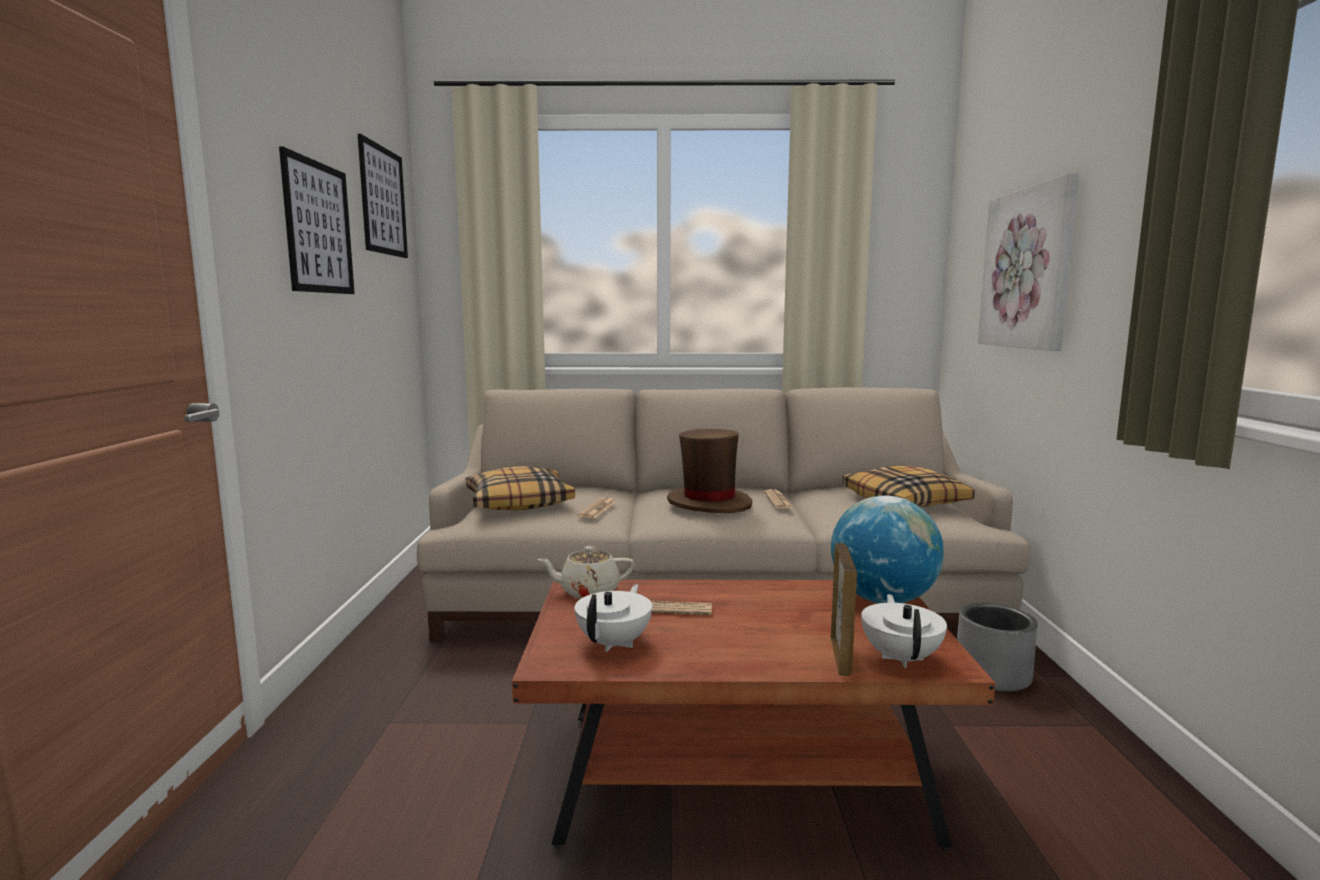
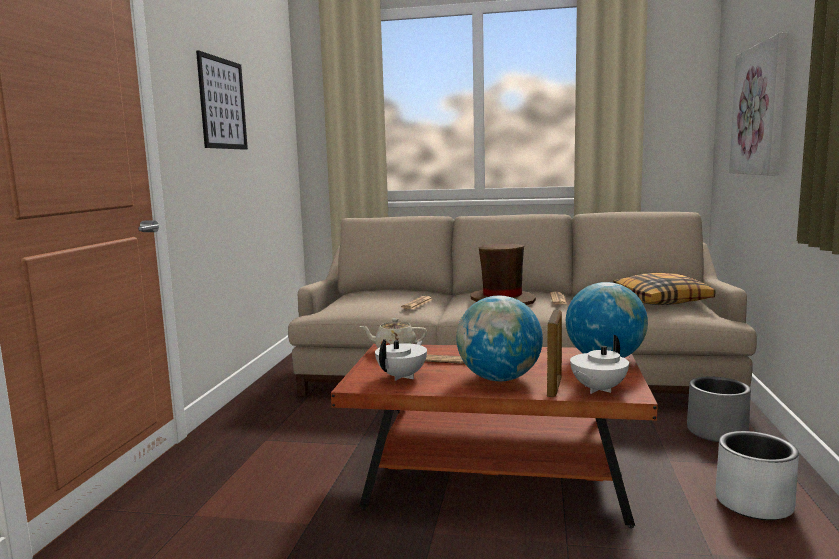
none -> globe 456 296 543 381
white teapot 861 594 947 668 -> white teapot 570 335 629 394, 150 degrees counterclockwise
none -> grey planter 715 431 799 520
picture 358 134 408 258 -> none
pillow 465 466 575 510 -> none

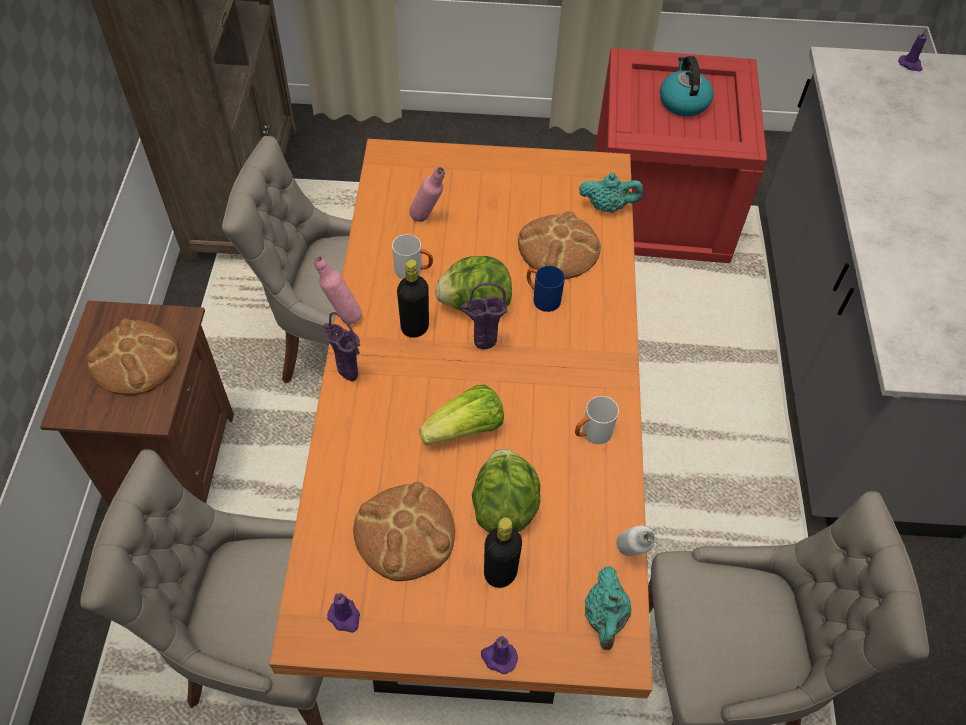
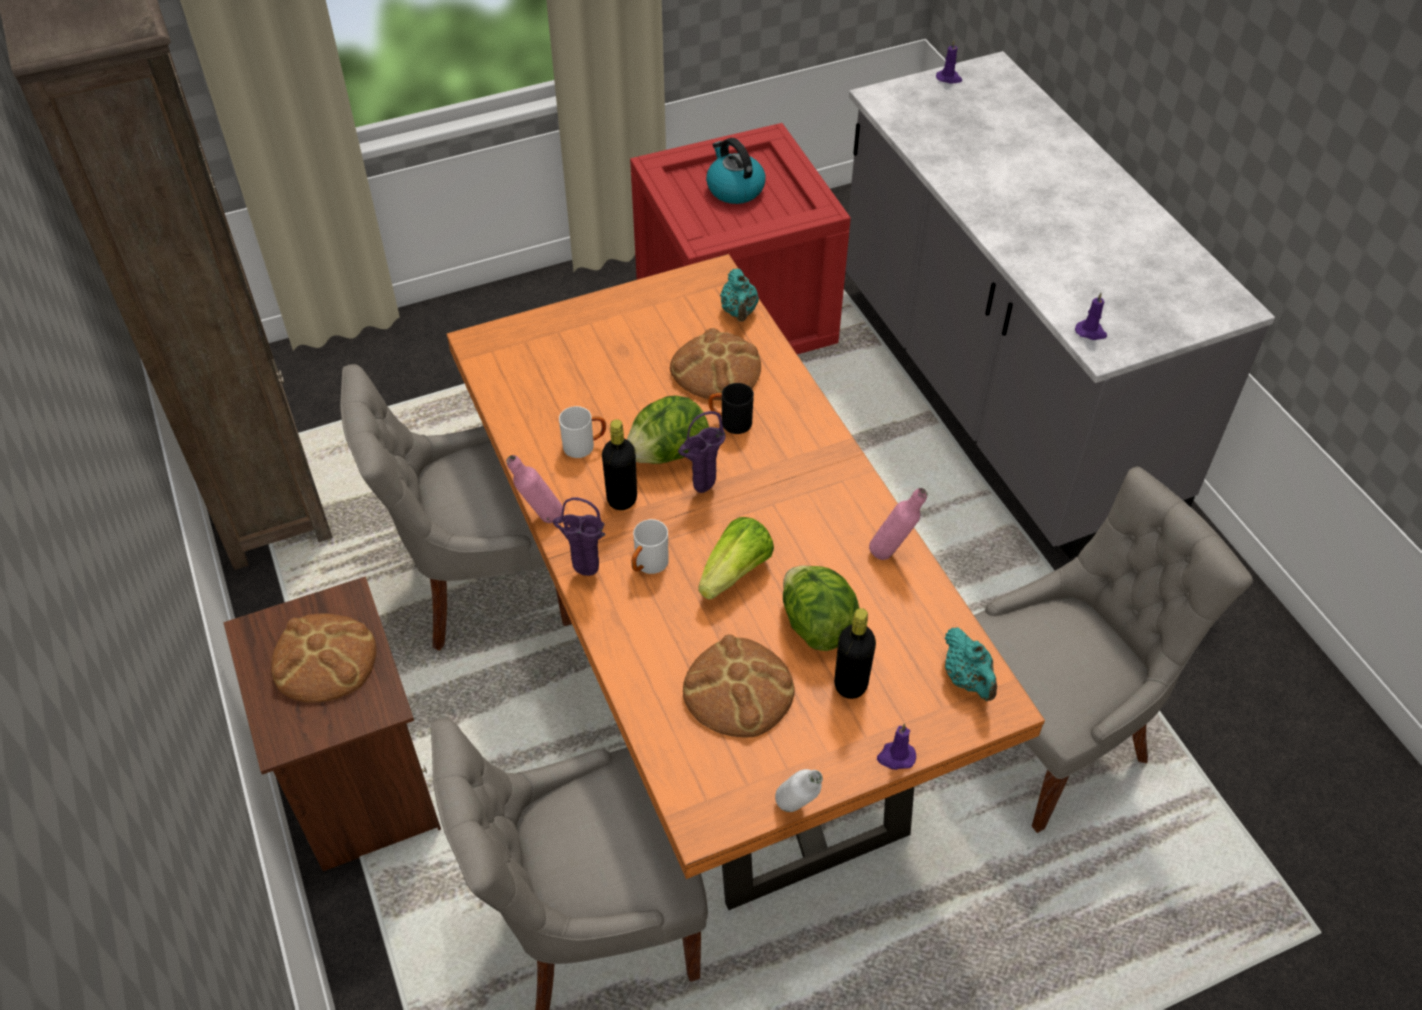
white mug 575 396 619 444 -> white mug 632 519 669 574, shifted
blue mug 527 266 565 312 -> black mug 708 383 754 434
turquoise teapot 579 173 644 213 -> turquoise teapot 720 268 759 322, 105 degrees clockwise
white bottle 616 525 655 556 -> white bottle 775 769 823 812, shifted
pink bottle 409 167 445 222 -> pink bottle 869 488 928 560, shifted
purple candle 327 593 360 633 -> purple candle 1075 292 1107 340, shifted

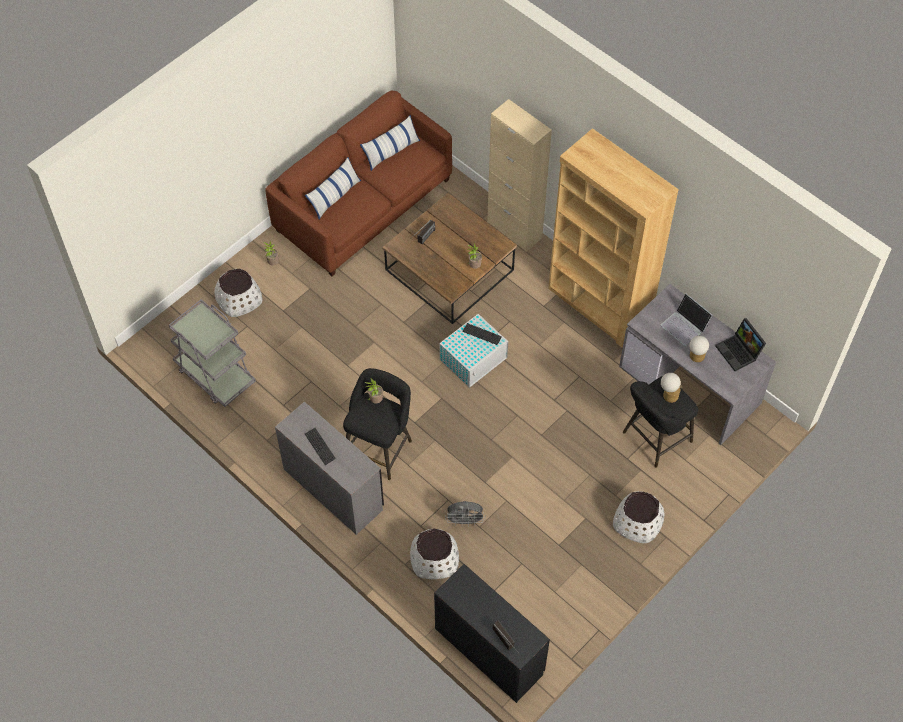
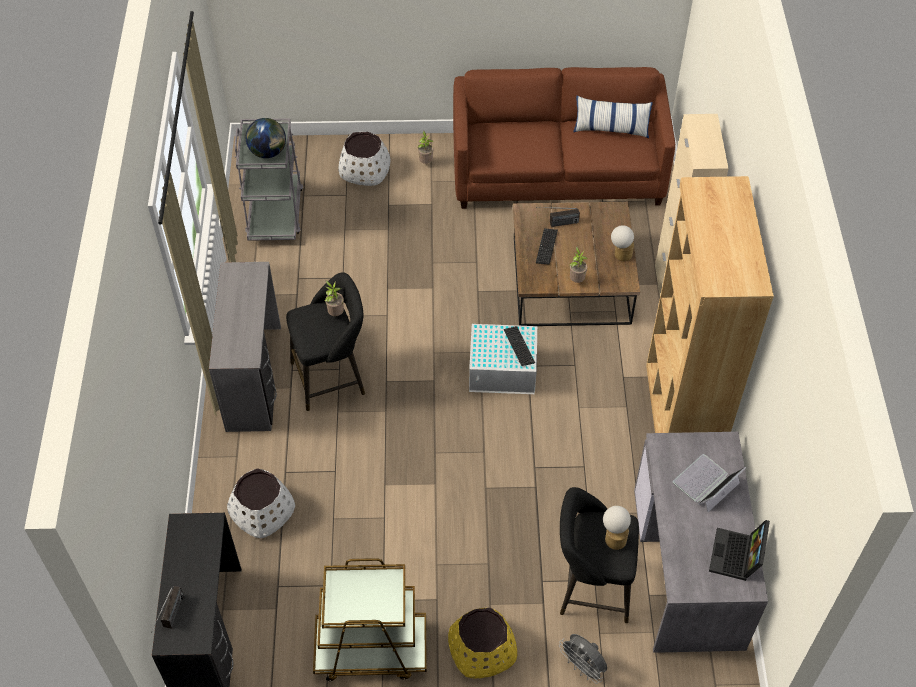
none -> globe 245 118 286 158
none -> brown cart 313 558 427 681
white planter 613 491 665 543 -> yellow planter 448 608 517 679
keyboard 305 428 336 465 -> keyboard 536 228 558 265, shifted
grey fan 445 501 486 526 -> grey fan 559 634 607 684, shifted
table lamp 689 336 709 362 -> table lamp 611 225 634 262, shifted
laptop 661 294 712 346 -> laptop 673 454 746 512, 45 degrees clockwise
pillow 305 157 361 219 -> none

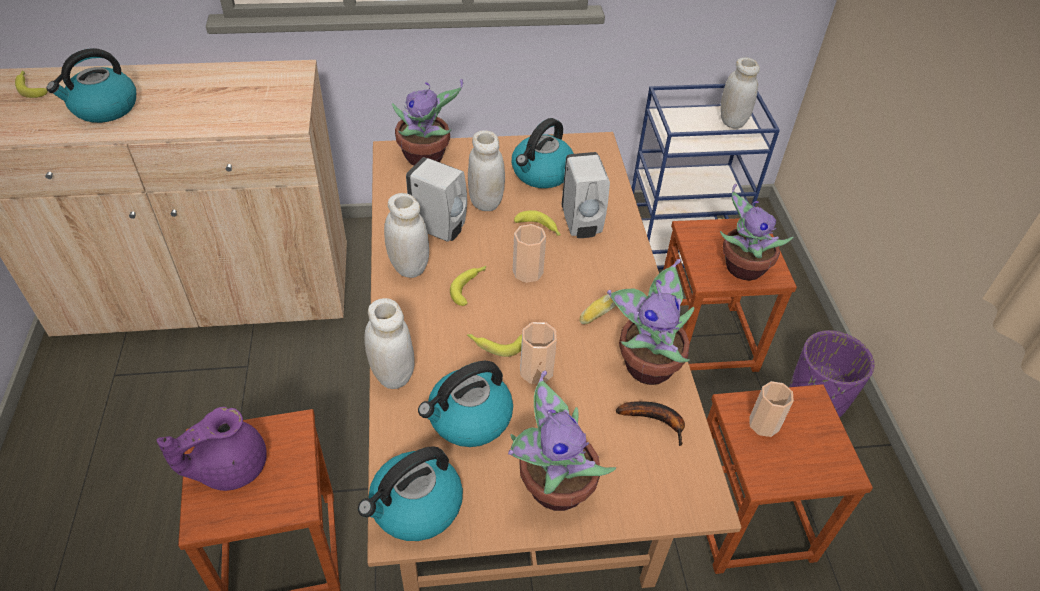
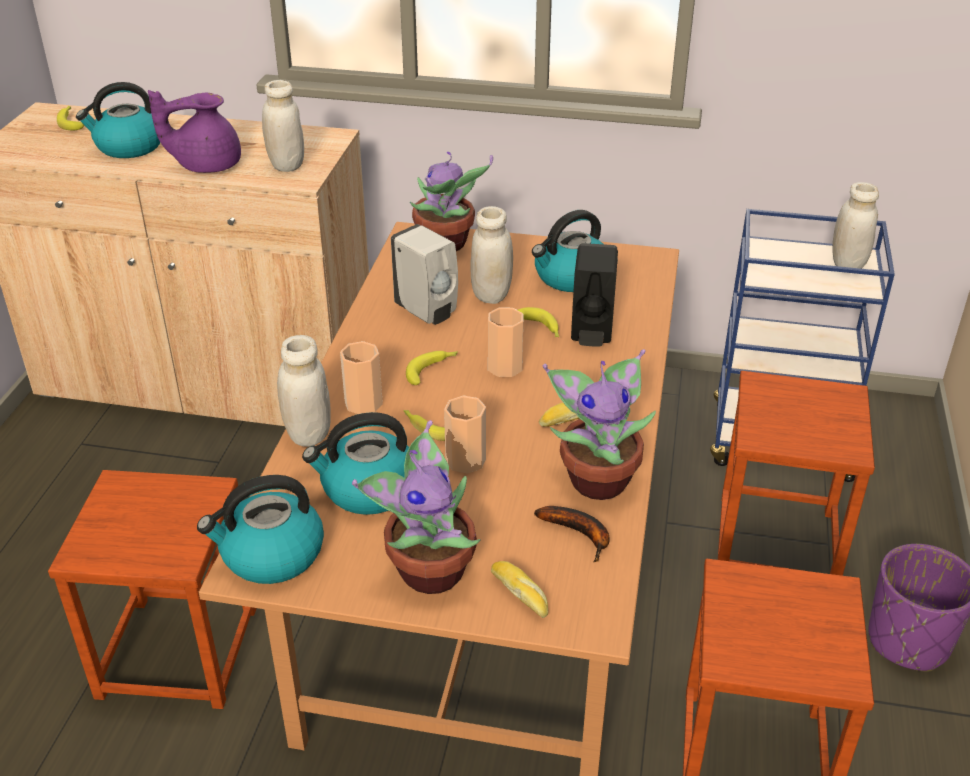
purple teapot 157 407 267 491 -> purple teapot 148 90 241 173, shifted
white jar 384 193 429 278 -> white jar 262 80 304 172, shifted
cup 749 381 794 437 -> cup 340 341 383 414, shifted
none -> bread 491 561 548 618
white soap dispenser 562 152 610 238 -> black soap dispenser 571 243 618 347
potted plant 720 184 793 281 -> none

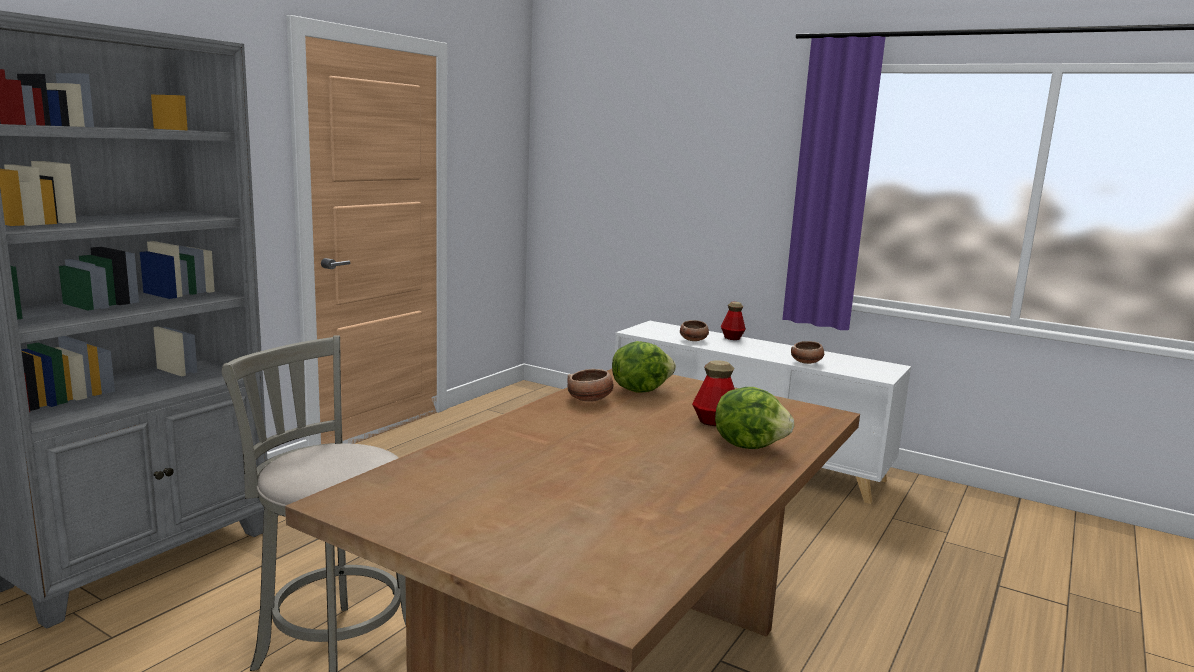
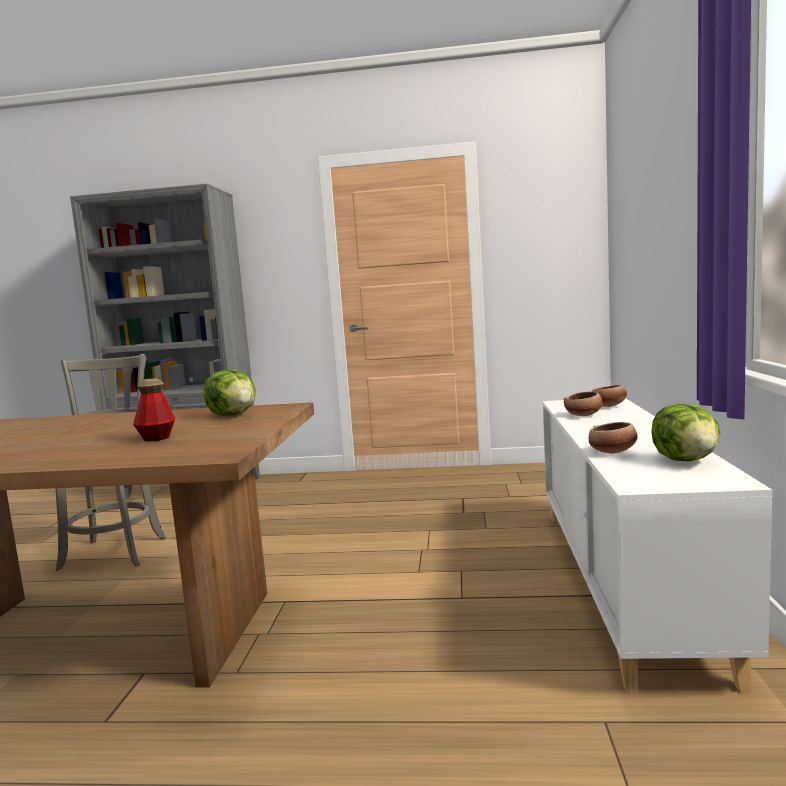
bowl 568 369 614 402 -> bowl 592 385 627 407, shifted
lettuce 715 387 794 449 -> lettuce 651 404 720 461, shifted
bottle 721 302 746 340 -> none

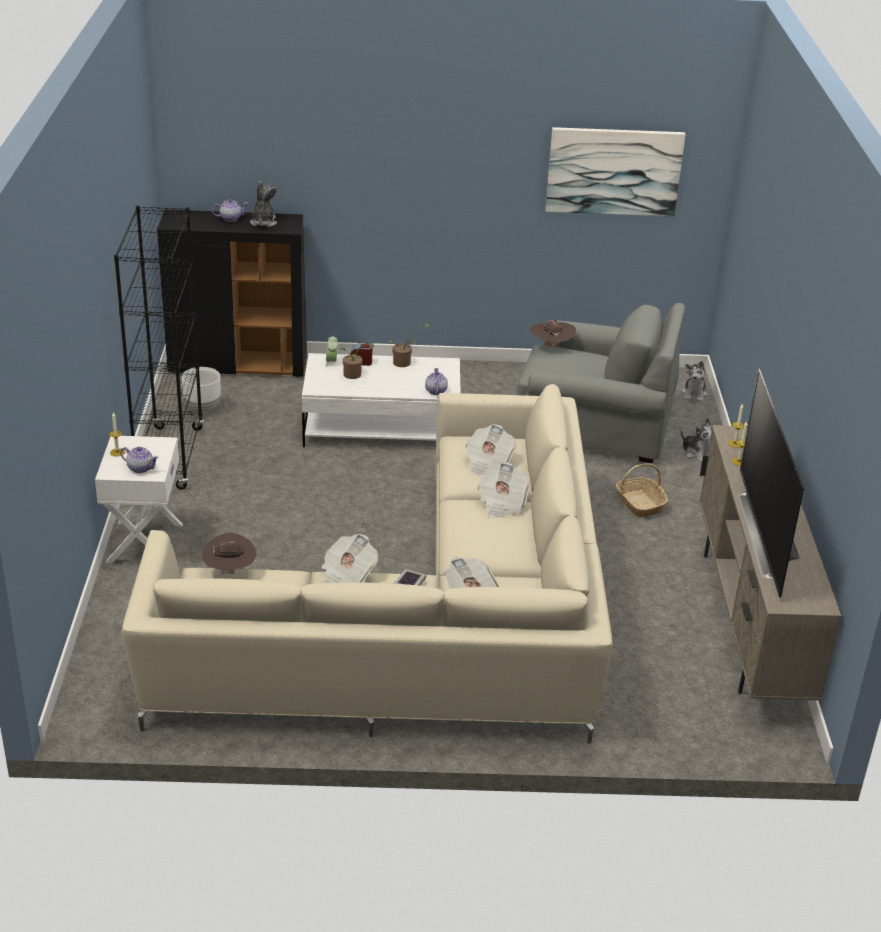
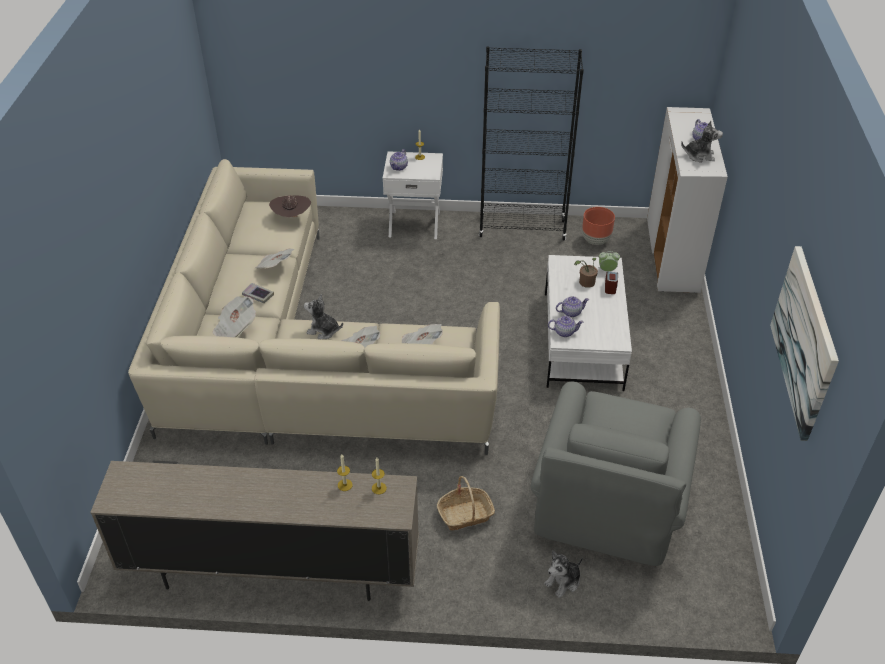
plush toy 682 361 707 402 -> plush toy 304 294 343 339, shifted
none -> teapot 556 296 589 317
white planter 182 367 221 413 -> brown planter 582 207 615 245
black cabinet 157 210 307 377 -> white cabinet 647 107 728 293
potted plant 388 324 430 367 -> none
brown hat 529 320 576 349 -> none
television 737 369 804 598 -> none

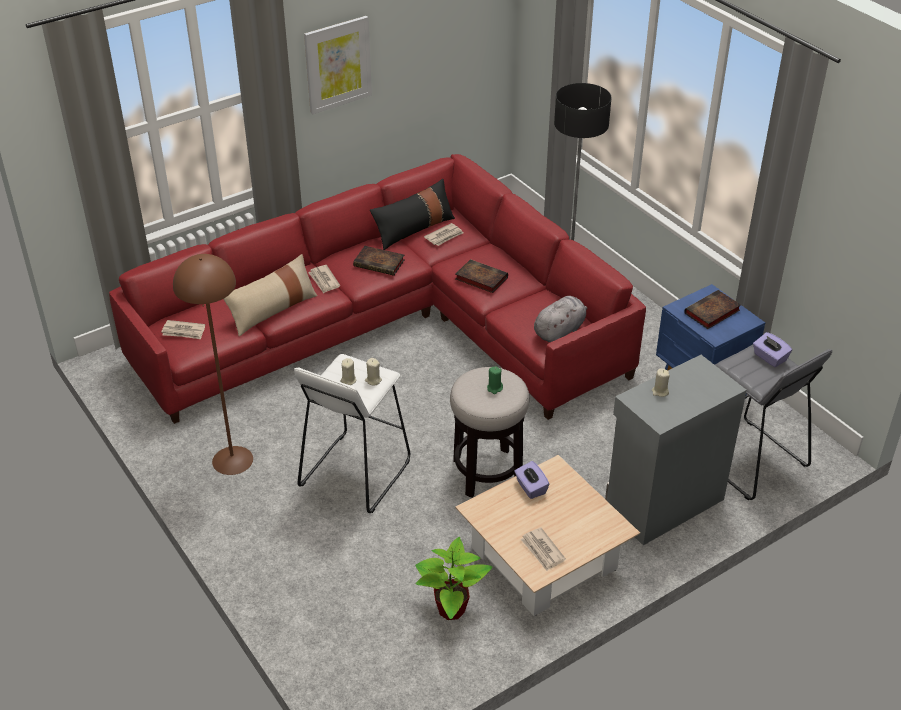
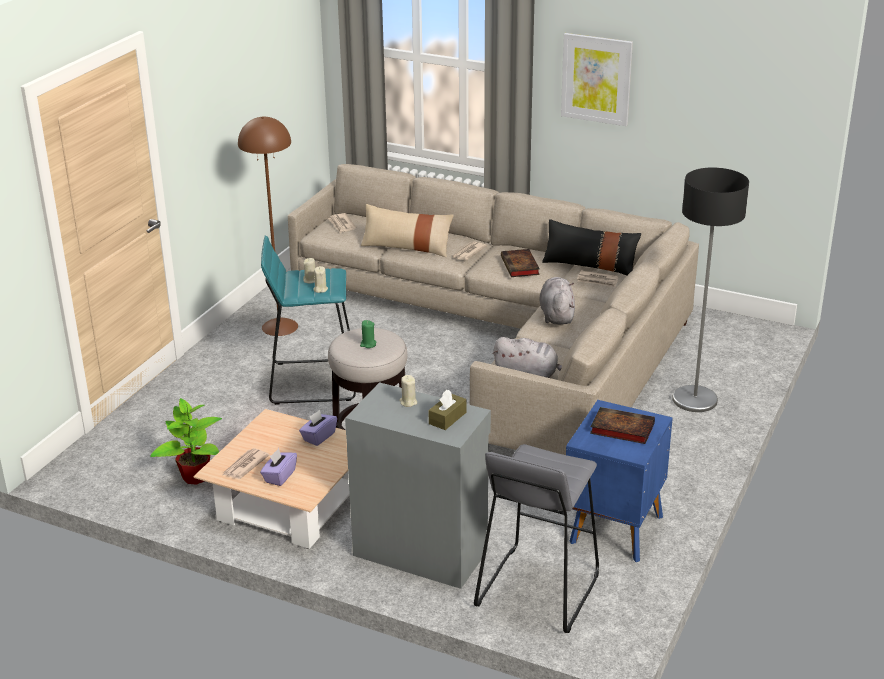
purple tissue box 753 332 792 367 -> purple tissue box 260 448 297 486, shifted
white stool 294 354 410 513 -> turquoise stool 261 236 356 405
red sofa 109 154 646 424 -> beige sofa 288 164 699 455
none -> brown tissue box 428 390 466 430
book 455 259 508 293 -> grey plush toy 539 277 575 324

